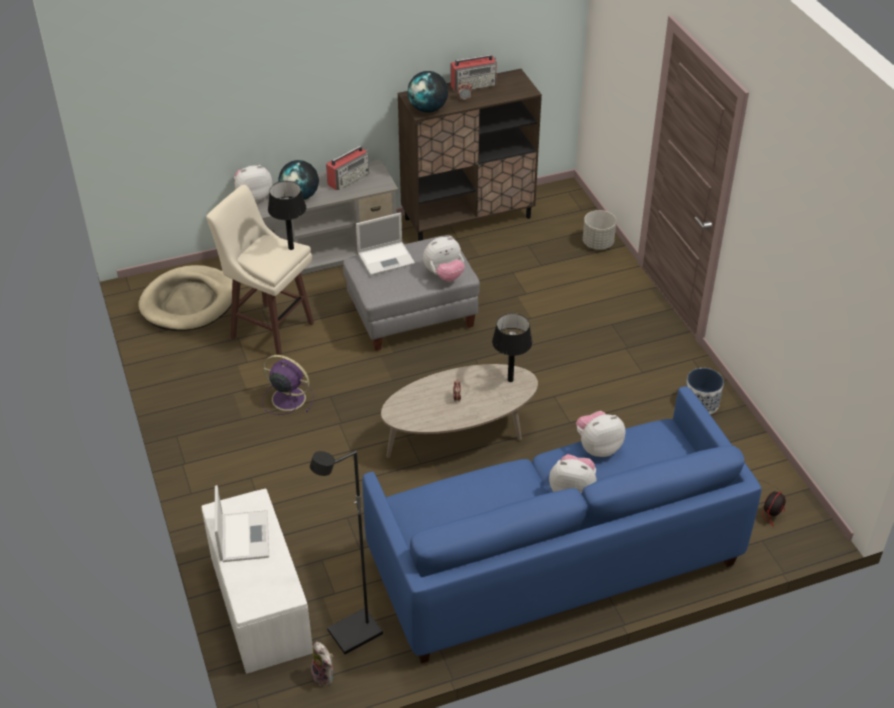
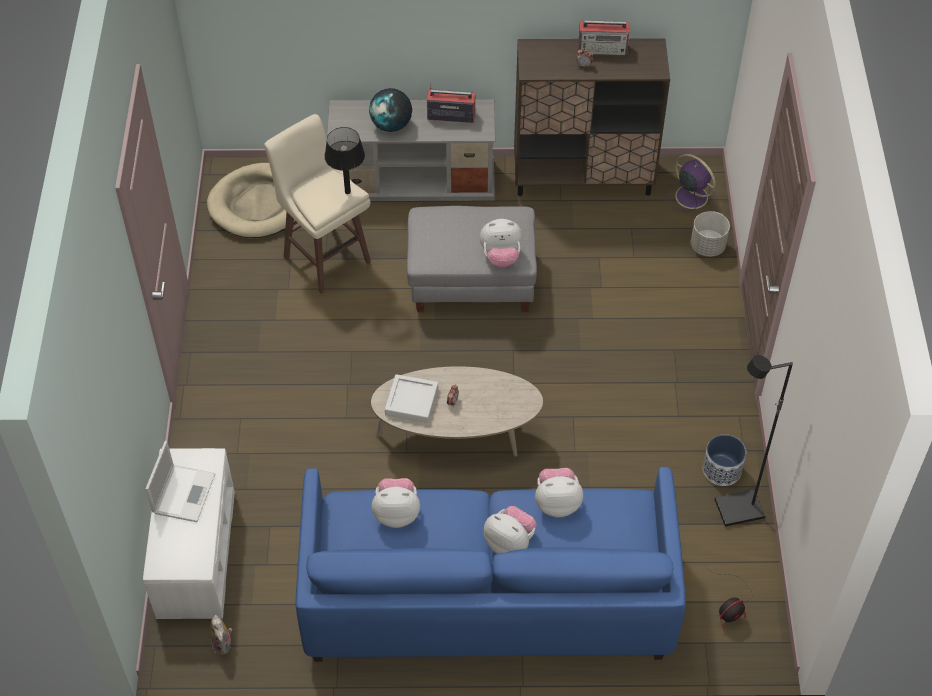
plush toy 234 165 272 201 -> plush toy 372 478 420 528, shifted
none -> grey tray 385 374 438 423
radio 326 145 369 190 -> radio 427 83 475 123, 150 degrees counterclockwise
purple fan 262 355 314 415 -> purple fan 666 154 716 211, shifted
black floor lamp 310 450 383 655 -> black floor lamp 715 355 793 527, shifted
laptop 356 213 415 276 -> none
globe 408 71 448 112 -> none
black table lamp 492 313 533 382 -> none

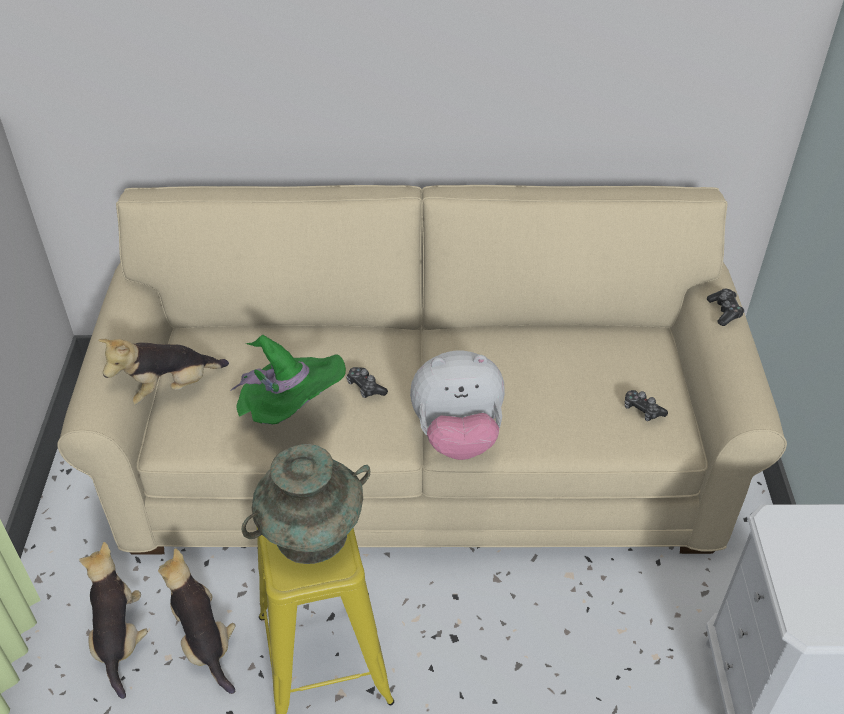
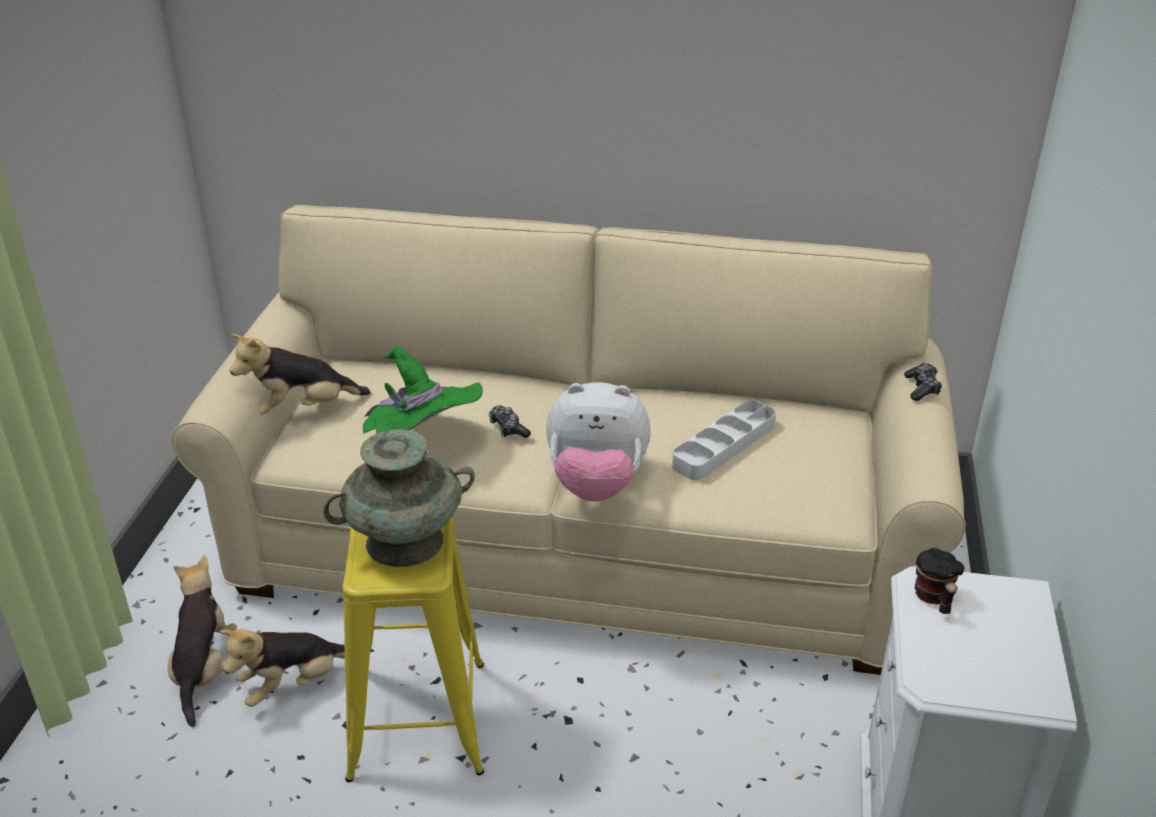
plush toy 158 548 236 694 -> plush toy 219 629 345 707, 105 degrees counterclockwise
none -> grey tray 672 400 776 480
none -> mug 915 548 964 614
game controller 625 390 668 421 -> none

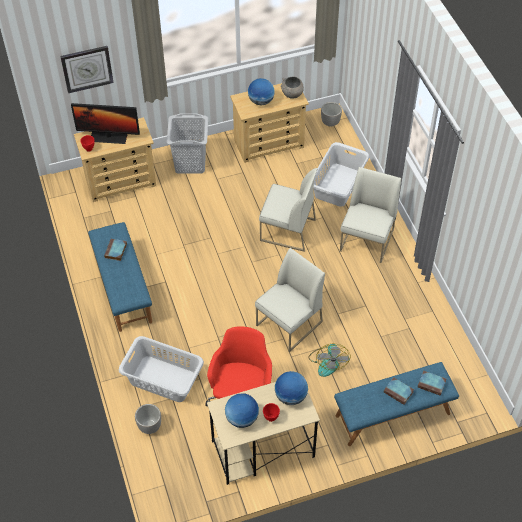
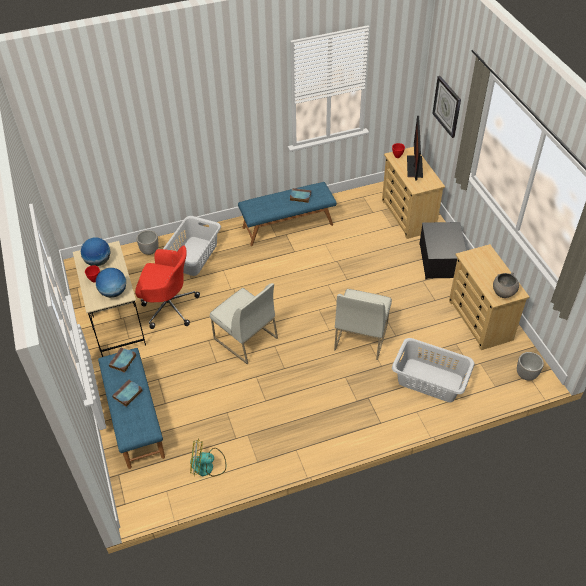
book 418 371 446 396 -> book 109 348 137 373, shifted
fan 308 344 351 377 -> fan 190 439 226 477, shifted
grey laundry basket 167 113 208 174 -> storage box 419 222 466 279
globe 248 78 275 105 -> none
white chair 340 167 401 263 -> none

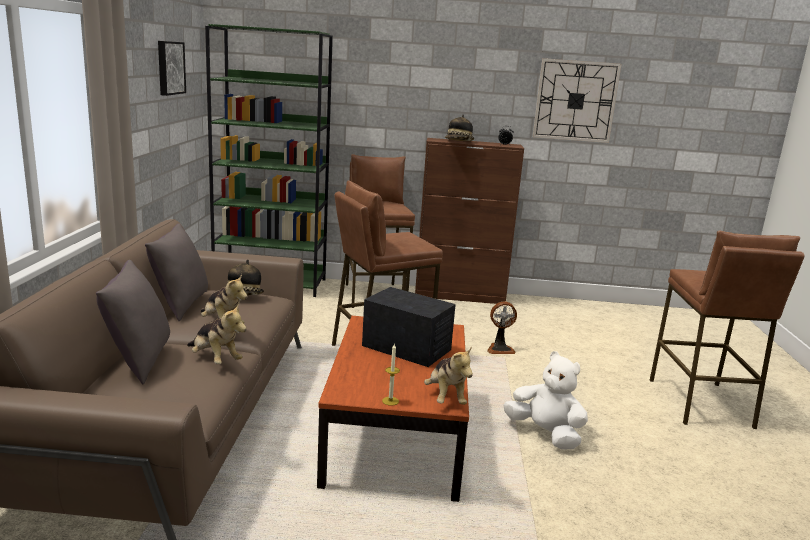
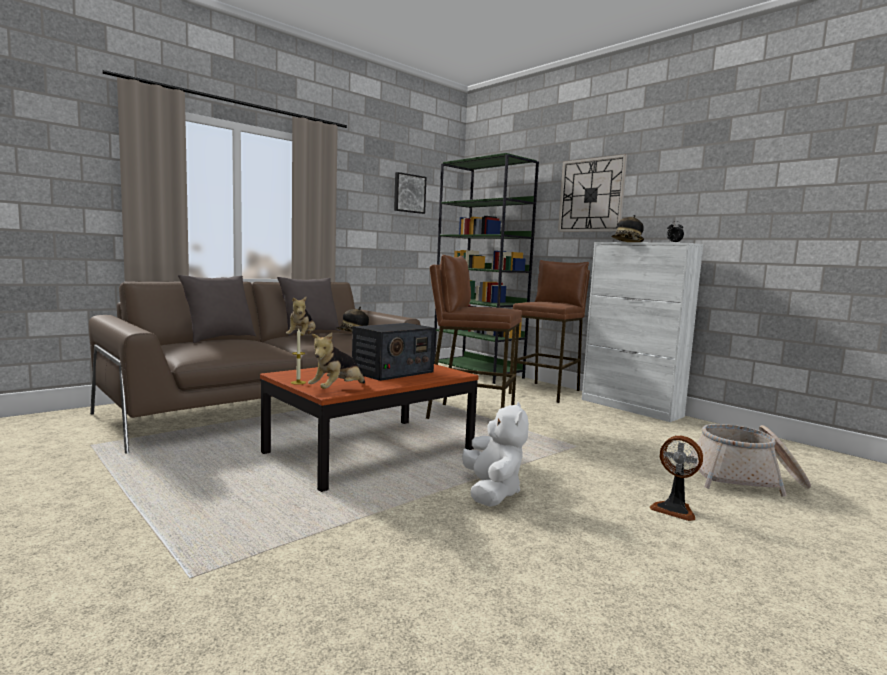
radio 362 287 456 367 -> radio 352 323 435 381, 60 degrees clockwise
wall clock 533 58 621 143 -> wall clock 558 154 627 232, shifted
brown cabinet 415 138 524 304 -> white cabinet 582 242 703 422
fan 487 301 517 354 -> fan 650 436 703 521, shifted
none -> basket 686 424 811 497
plush toy 187 303 247 364 -> none
brown stool 650 231 805 429 -> none

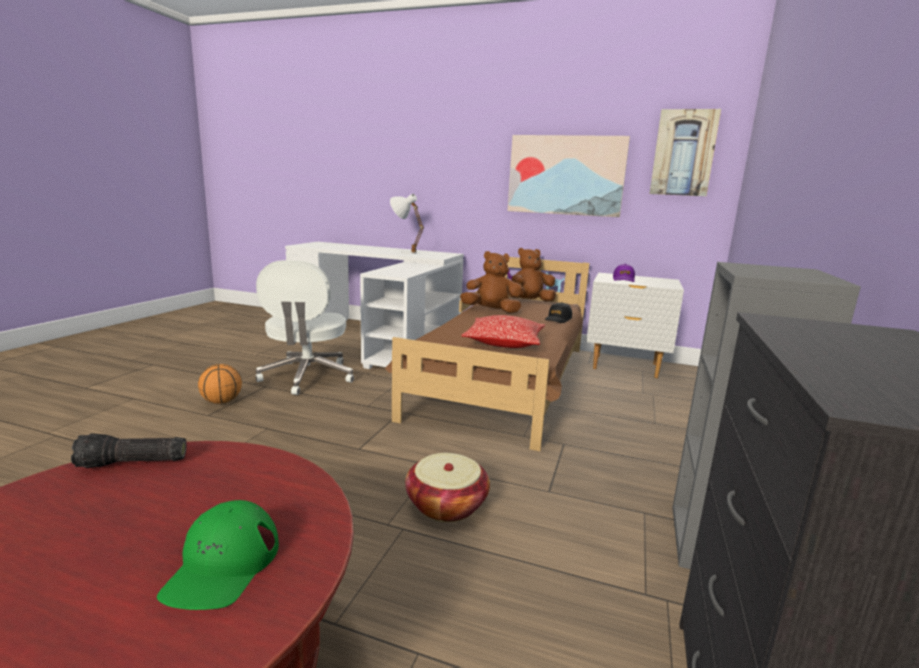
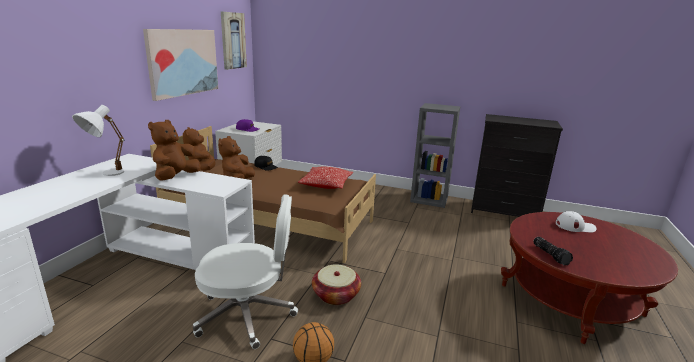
none -> brown plush toy 148 120 201 181
basket 405 453 490 522 -> basket 312 264 361 305, shifted
green cap 157 500 279 610 -> white cap 555 211 597 233

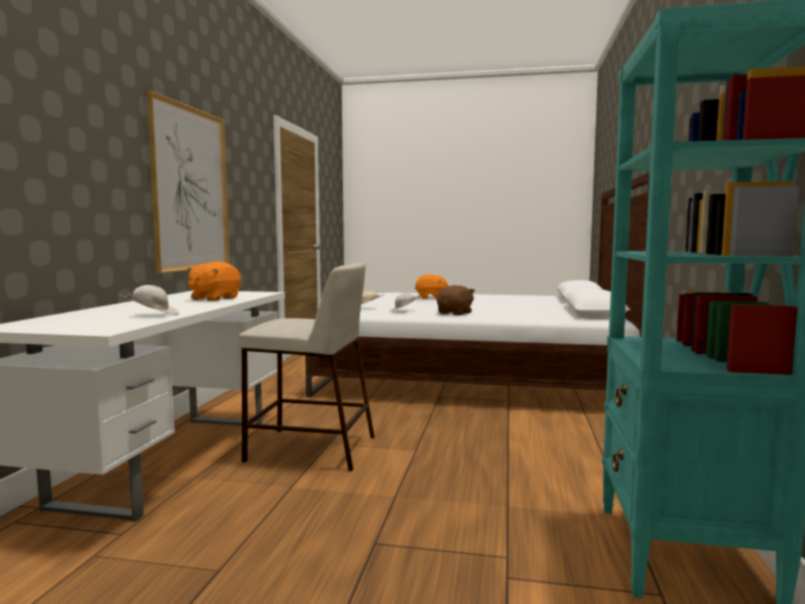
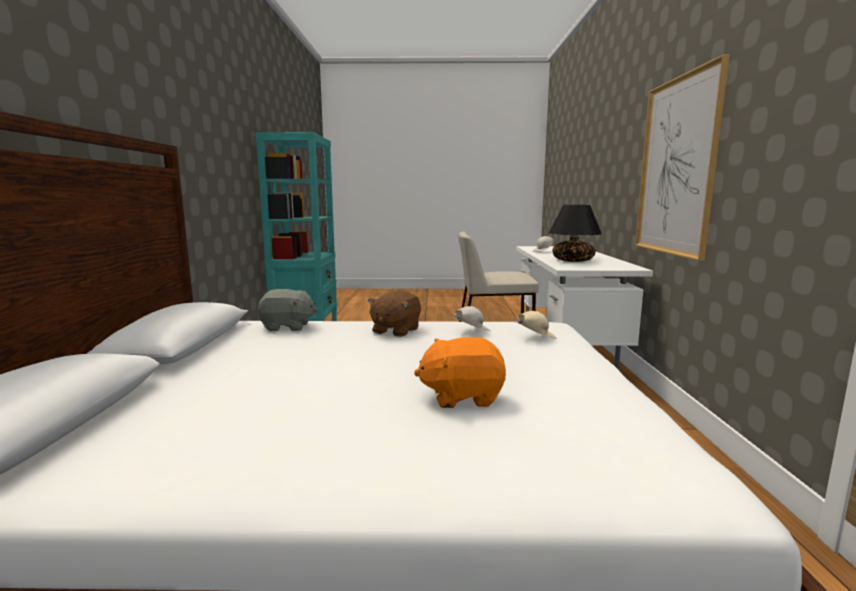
none -> grey plush toy 258 289 318 331
orange plush toy 187 262 241 301 -> black table lamp 549 205 602 262

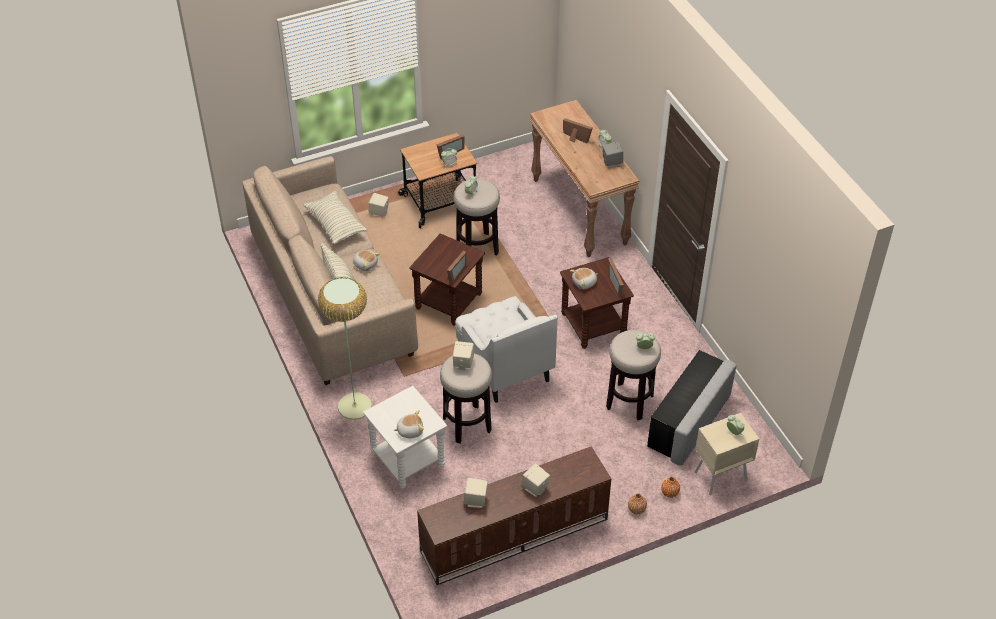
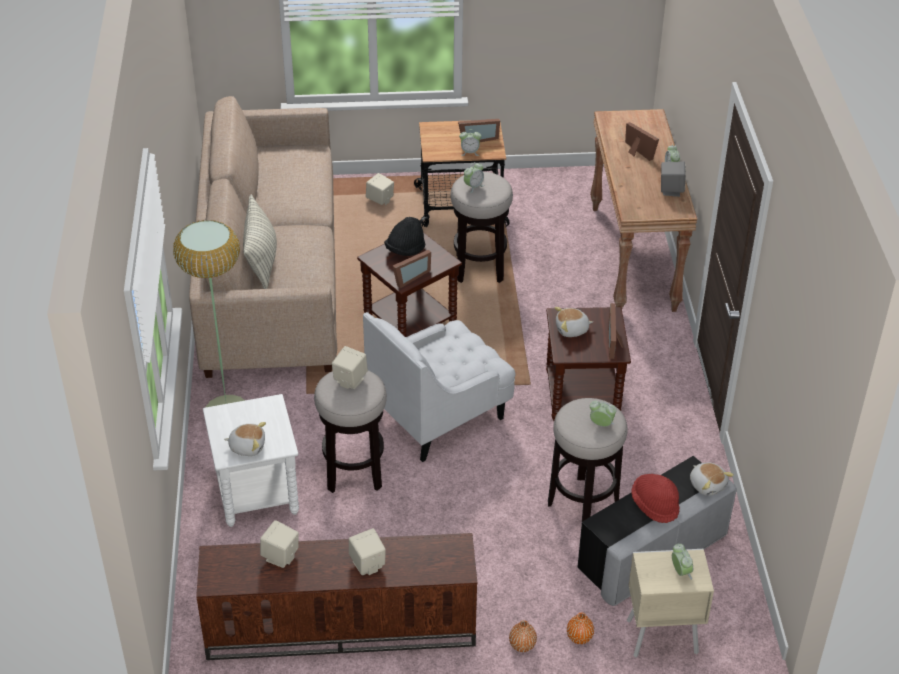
white armchair 455 296 558 403 -> white armchair 363 312 516 462, 60 degrees clockwise
none -> black hat 384 217 425 256
none -> red hat 631 474 680 523
plush toy 353 250 380 271 -> plush toy 690 463 734 496, shifted
pillow 303 191 367 244 -> none

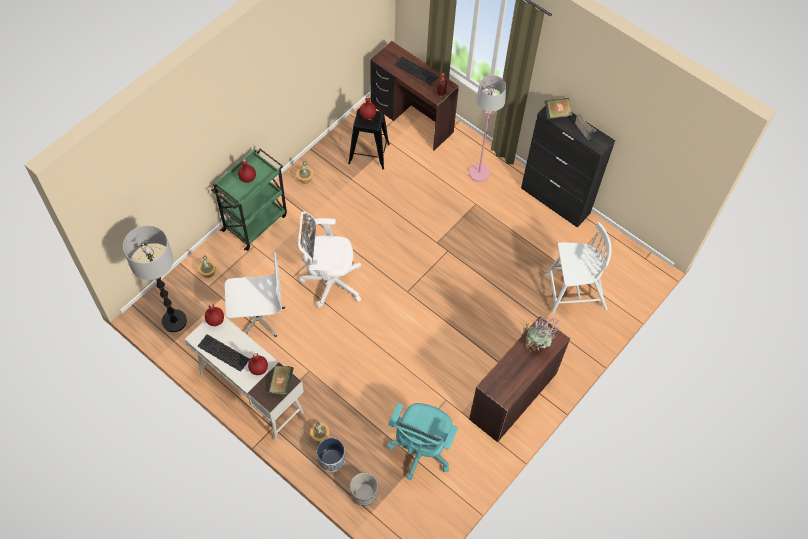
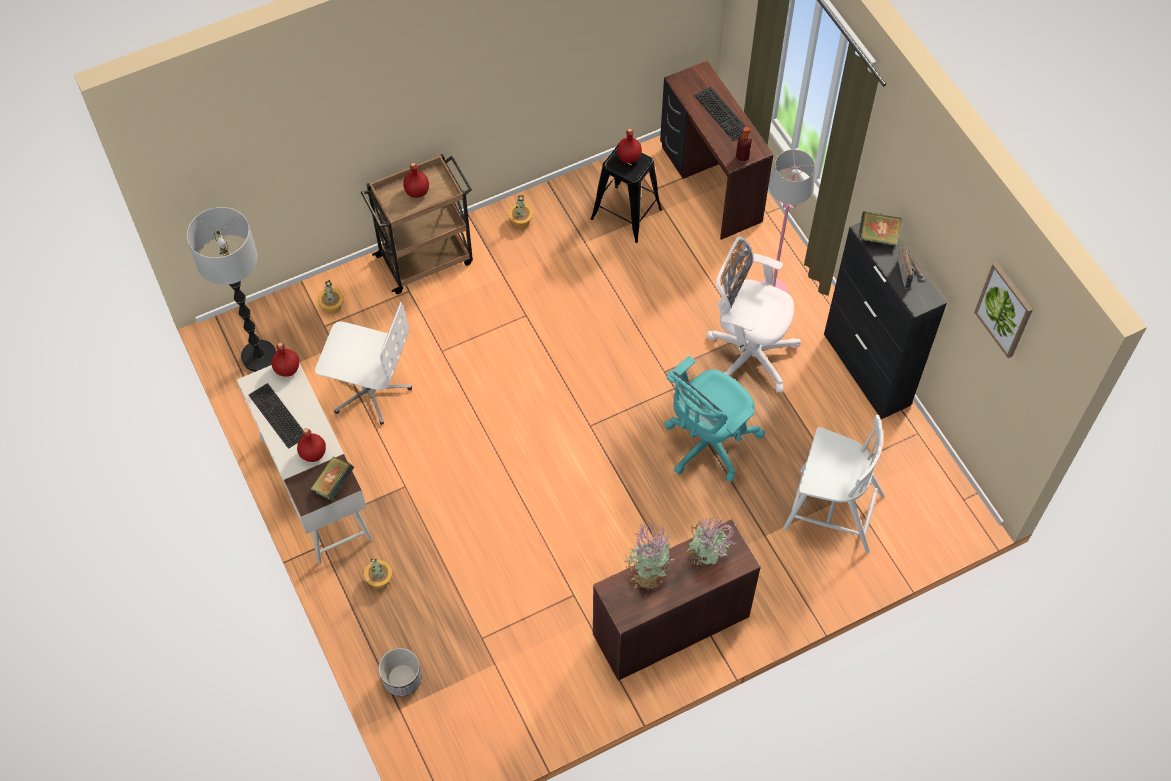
green cart 211 149 287 251 -> brown cart 361 154 473 294
none -> potted plant 625 522 675 589
turquoise office chair 387 403 458 480 -> turquoise office chair 664 356 765 482, shifted
white office chair 298 211 361 308 -> white office chair 706 236 801 393, shifted
none -> picture 974 262 1033 358
planter 317 438 345 472 -> none

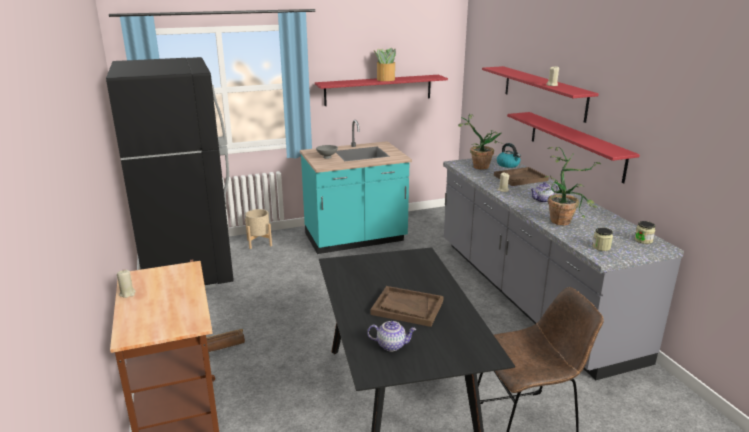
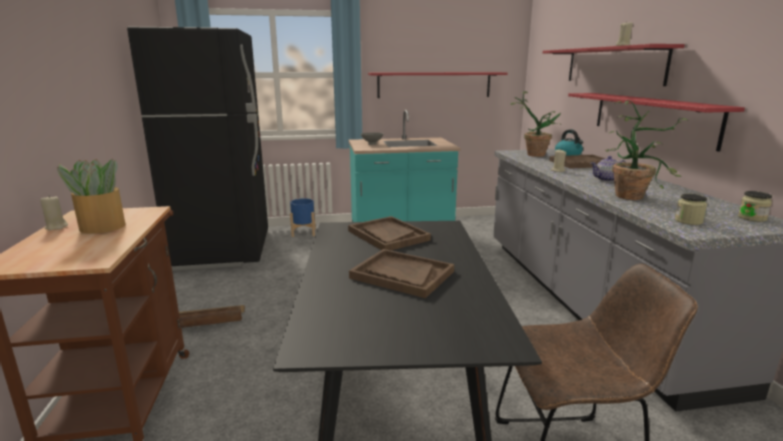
potted plant 374 48 396 81 -> potted plant 57 159 126 234, shifted
beige planter 245 209 272 249 -> blue planter 290 199 316 237
none -> brown tray 348 216 431 250
teapot 367 321 416 351 -> none

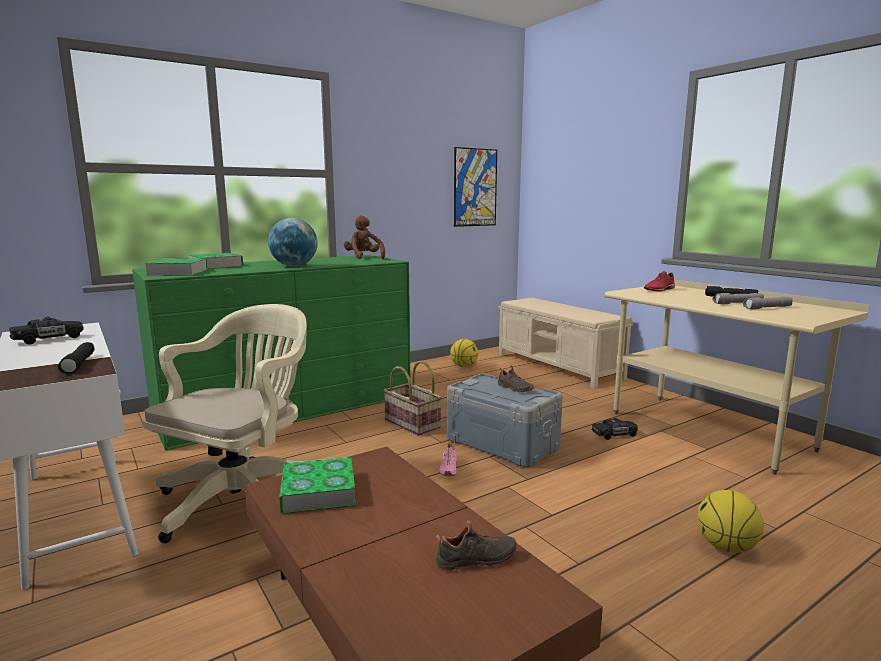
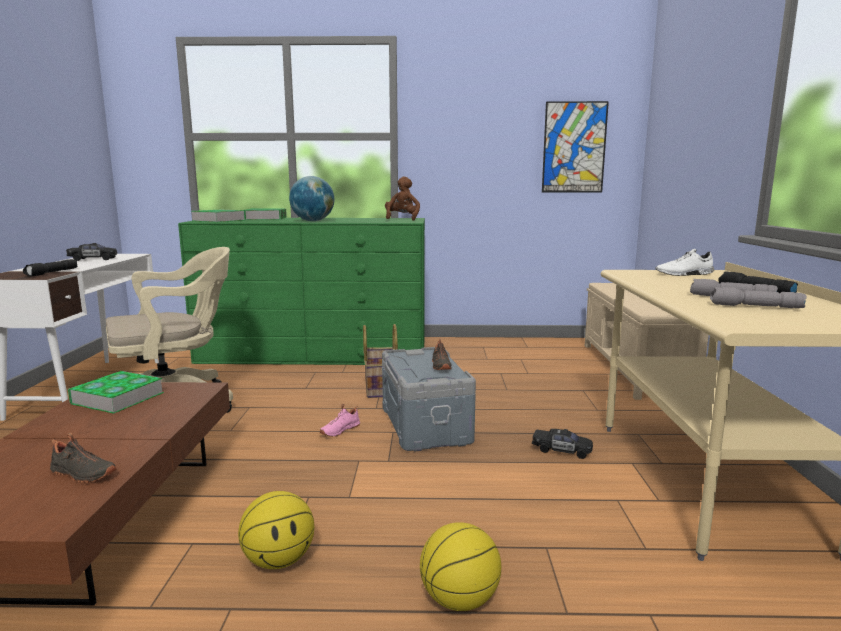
basketball 450 339 478 367 -> basketball 238 491 314 569, shifted
red shoe 644 271 675 292 -> white shoe 655 249 714 276

